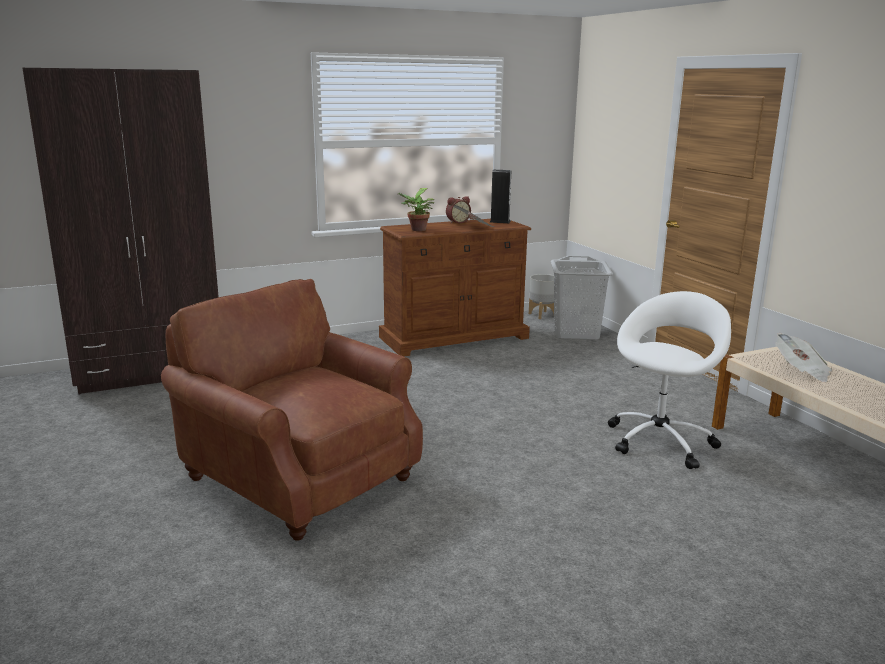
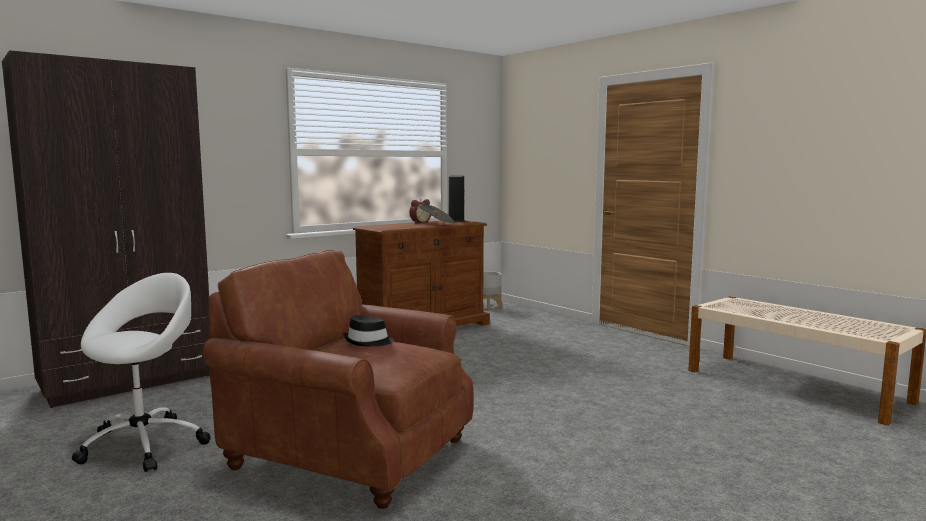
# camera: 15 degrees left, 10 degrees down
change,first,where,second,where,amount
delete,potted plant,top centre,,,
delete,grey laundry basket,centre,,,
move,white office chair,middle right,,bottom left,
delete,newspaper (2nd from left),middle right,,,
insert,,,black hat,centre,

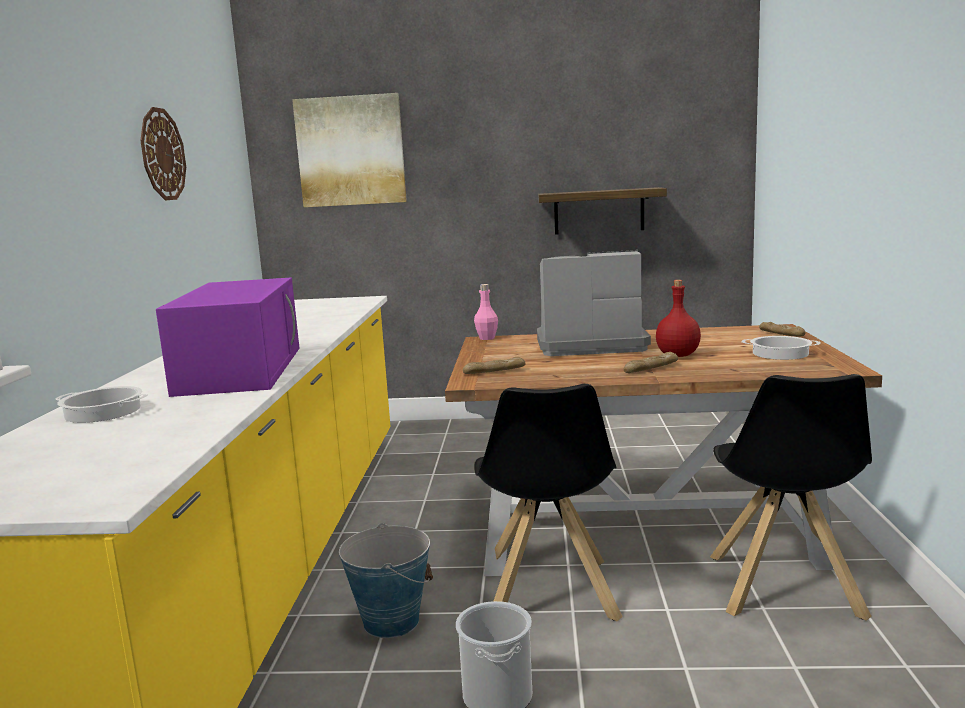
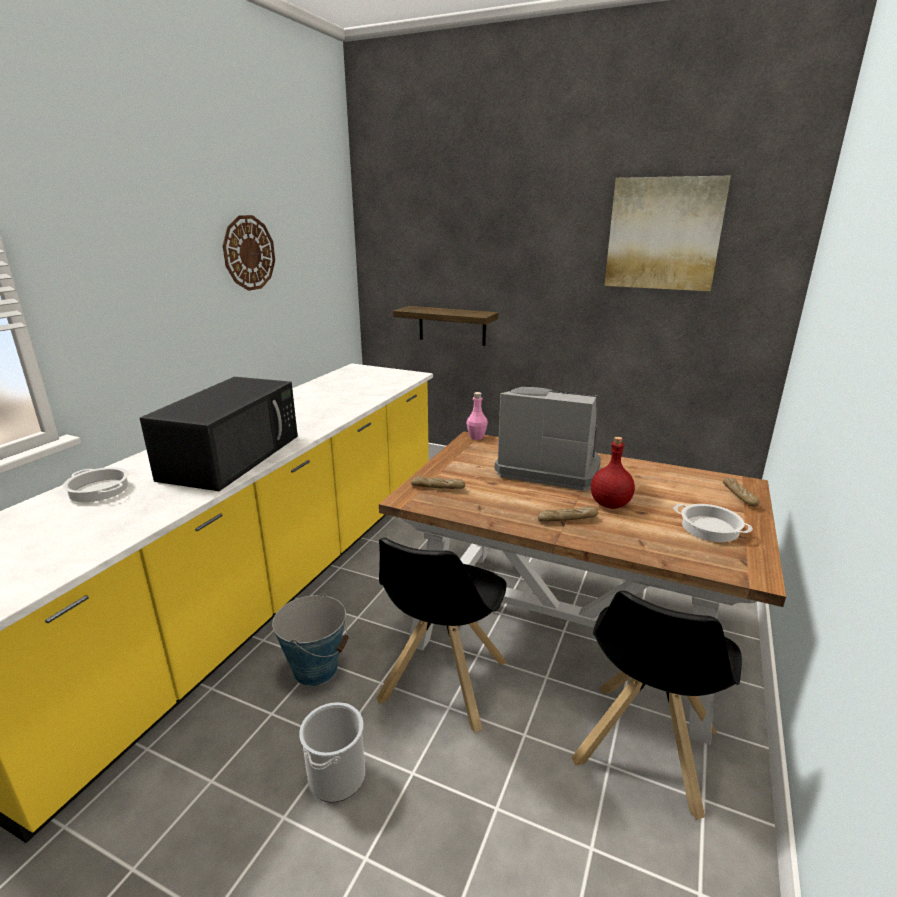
# camera: 20 degrees right, 10 degrees up
change,first,where,second,where,amount
move,picture,top centre,,top right,
move,shelf,top centre,,centre,
recolor,purple microwave,middle left,black microwave,middle left,

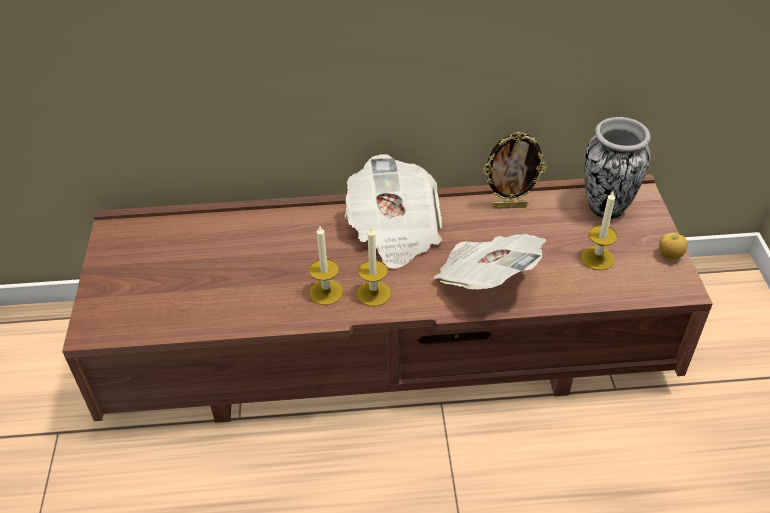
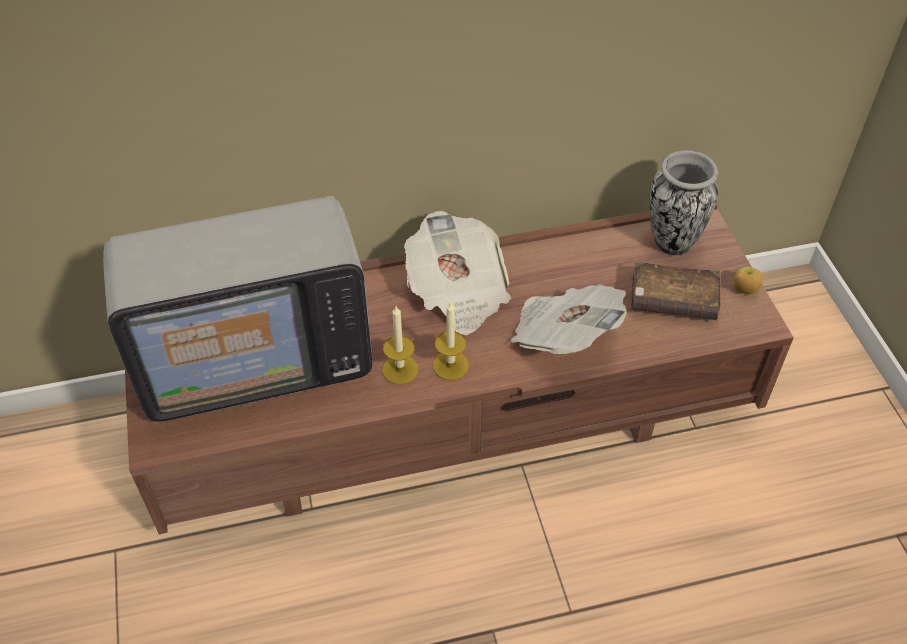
# camera: 10 degrees left, 5 degrees up
change,first,where,second,where,amount
delete,picture frame,top right,,,
replace,candle (3rd from left),middle right,brown book,middle right,
insert,,,television,middle left,

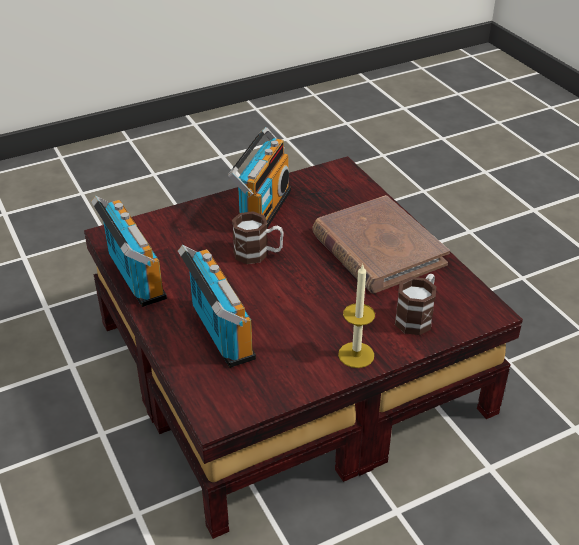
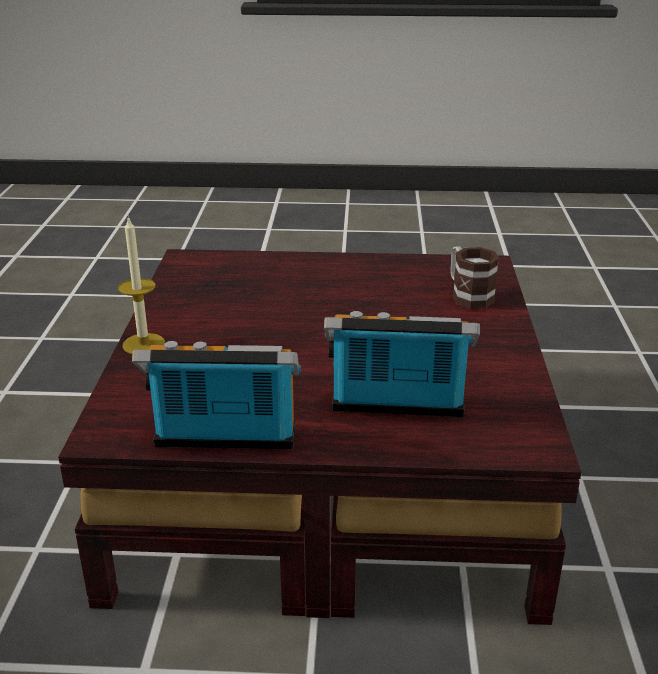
# camera: 60 degrees left, 10 degrees down
change,first,where,second,where,amount
delete,radio (3rd from left),top centre,,,
delete,brown book,centre,,,
delete,mug (1st from left),centre,,,
move,candle,centre,,middle left,

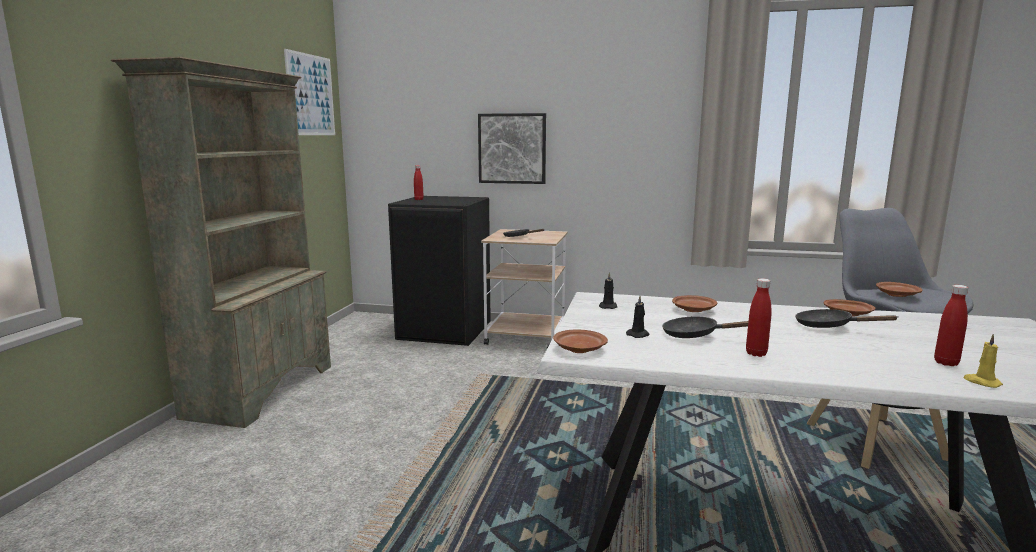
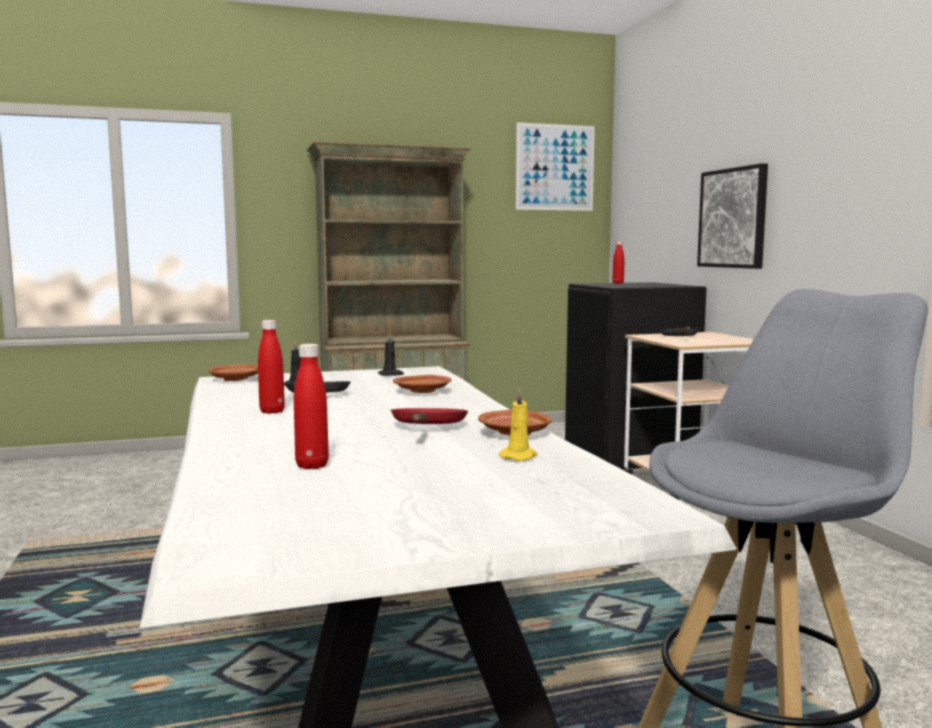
# camera: 60 degrees right, 5 degrees down
change,first,where,second,where,amount
delete,brown plate (4th from left),middle right,,,
recolor,black frying pan (3rd from left),middle right,red frying pan,centre,
move,yellow candle,middle right,,centre,

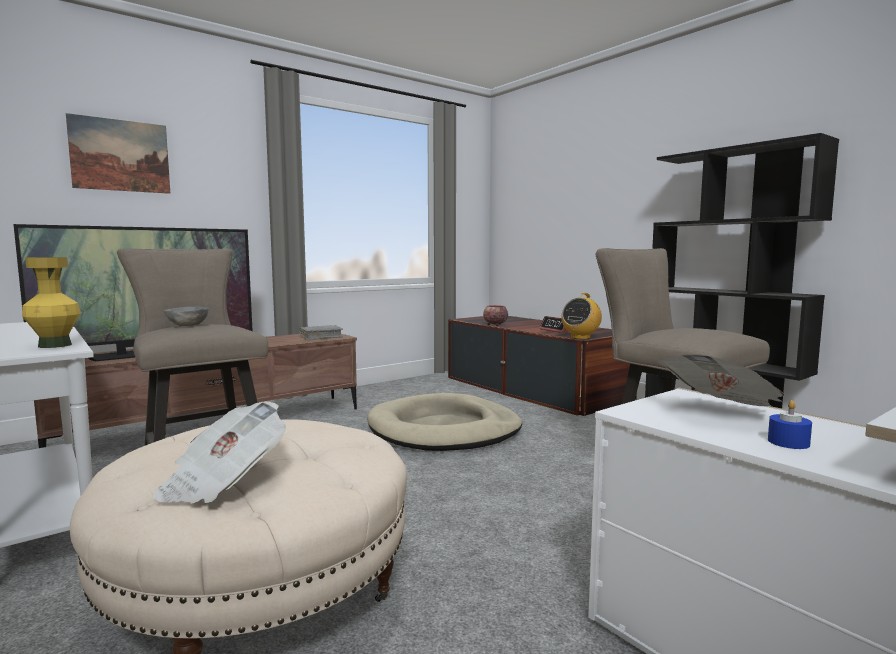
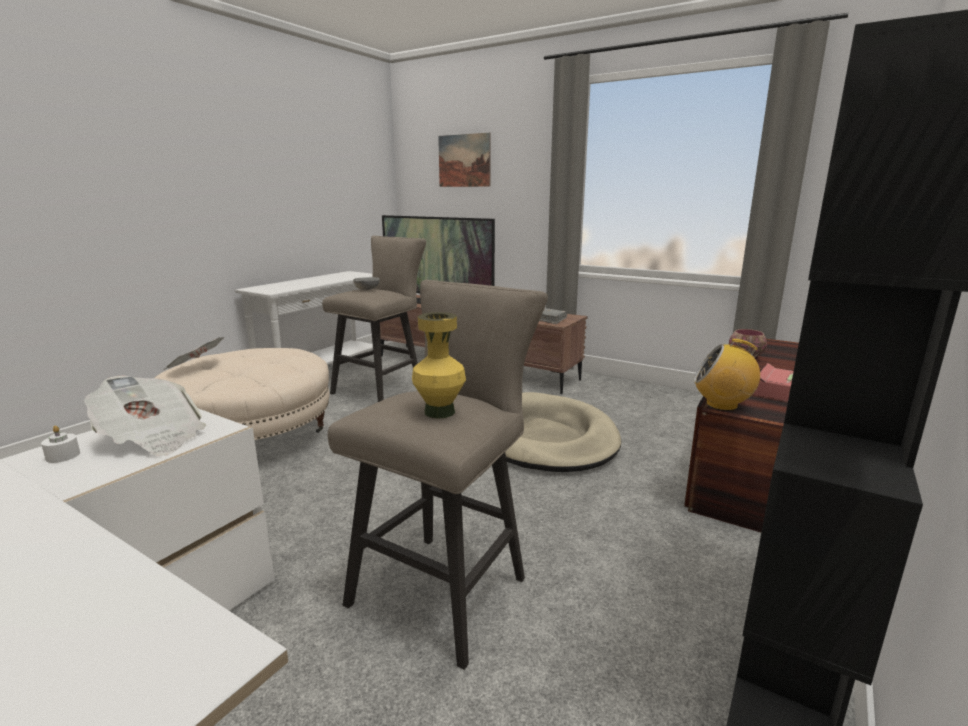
# camera: 70 degrees right, 10 degrees up
change,first,where,second,where,amount
move,yellow vase,middle left,,centre,
recolor,blue candle,middle right,white candle,middle left,

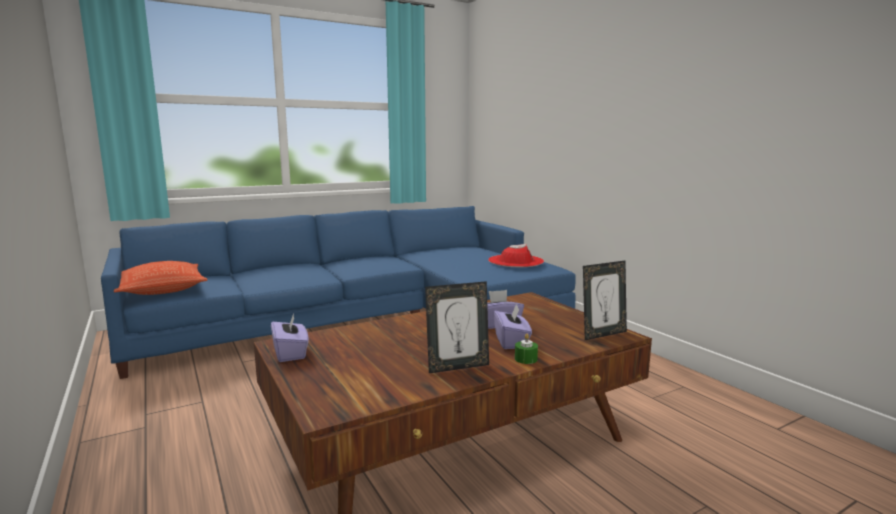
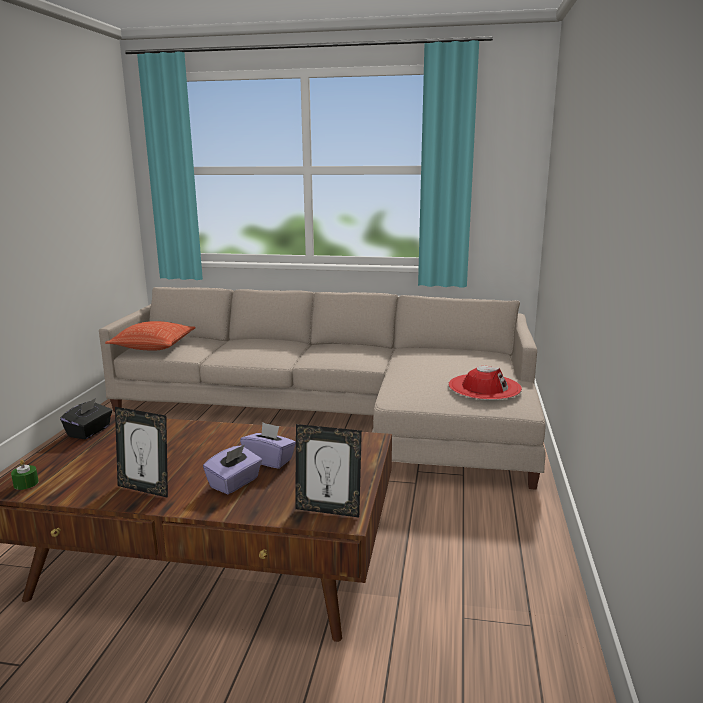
# camera: 40 degrees right, 5 degrees up
change,first,where,second,where,amount
recolor,blue sofa,centre,beige sofa,centre,
recolor,purple tissue box (1st from left),middle left,black tissue box,middle left,
move,green candle,bottom centre,,bottom left,

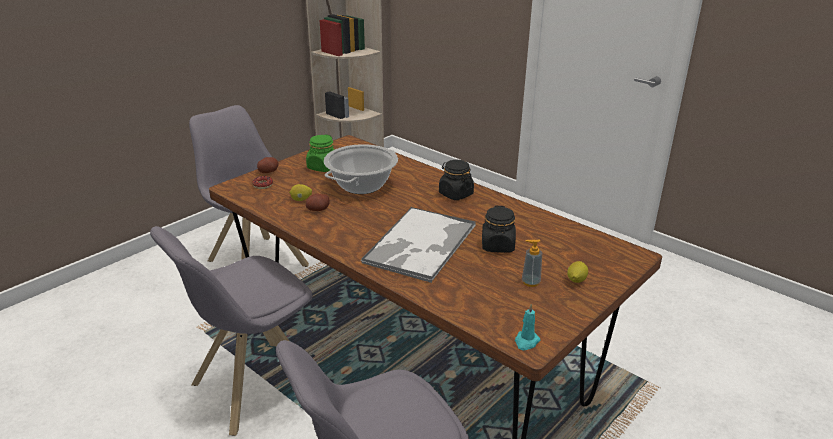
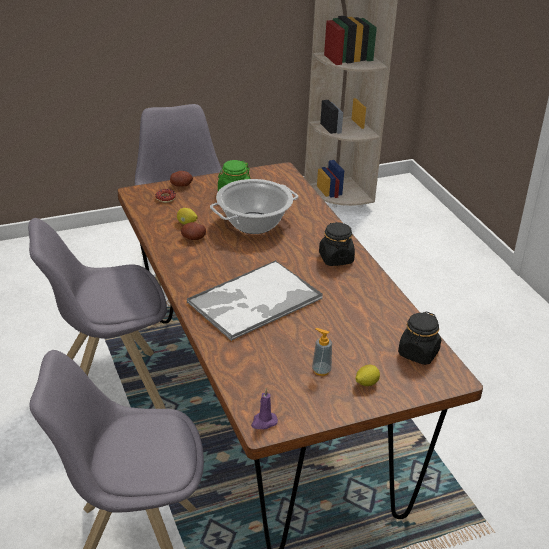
# camera: 25 degrees right, 5 degrees up
change,first,where,second,where,amount
move,black jar (2nd from left),centre,,middle right,
recolor,turquoise candle,bottom centre,purple candle,bottom centre,

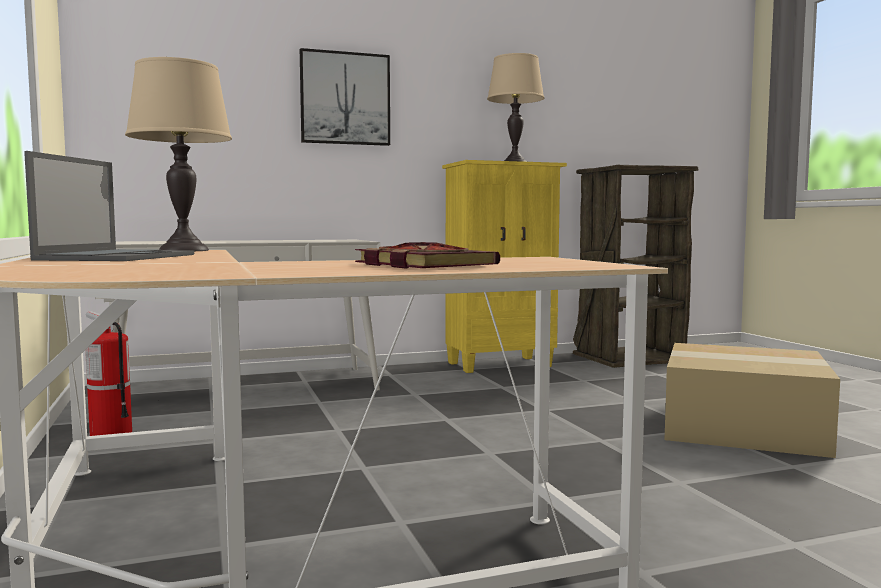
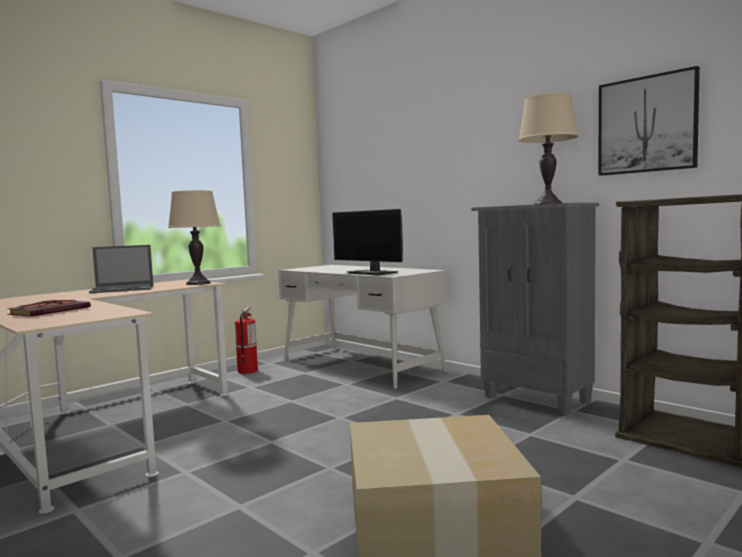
# camera: 65 degrees right, 0 degrees up
change,first,where,second,where,amount
move,picture,top centre,,top right,
recolor,yellow cabinet,centre,grey cabinet,middle right,
insert,,,monitor,centre,

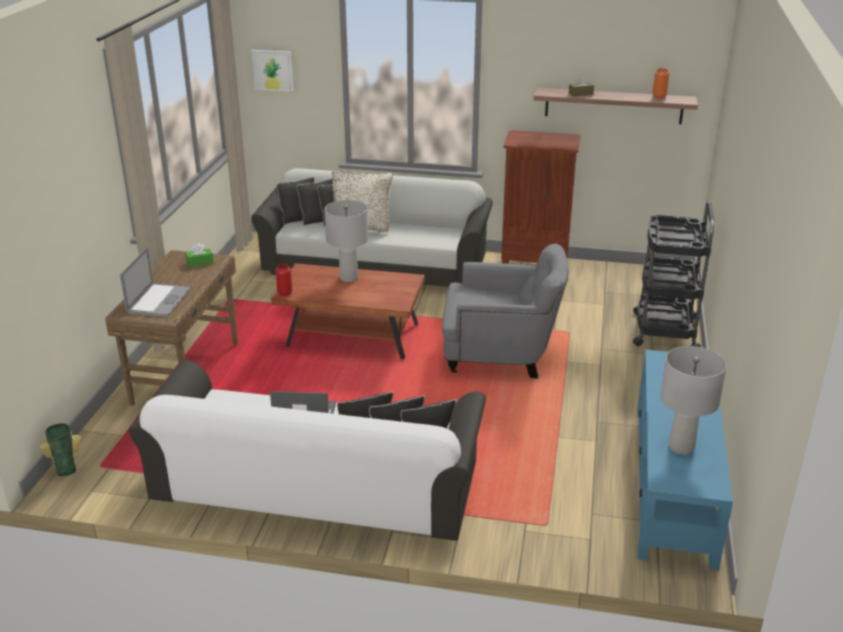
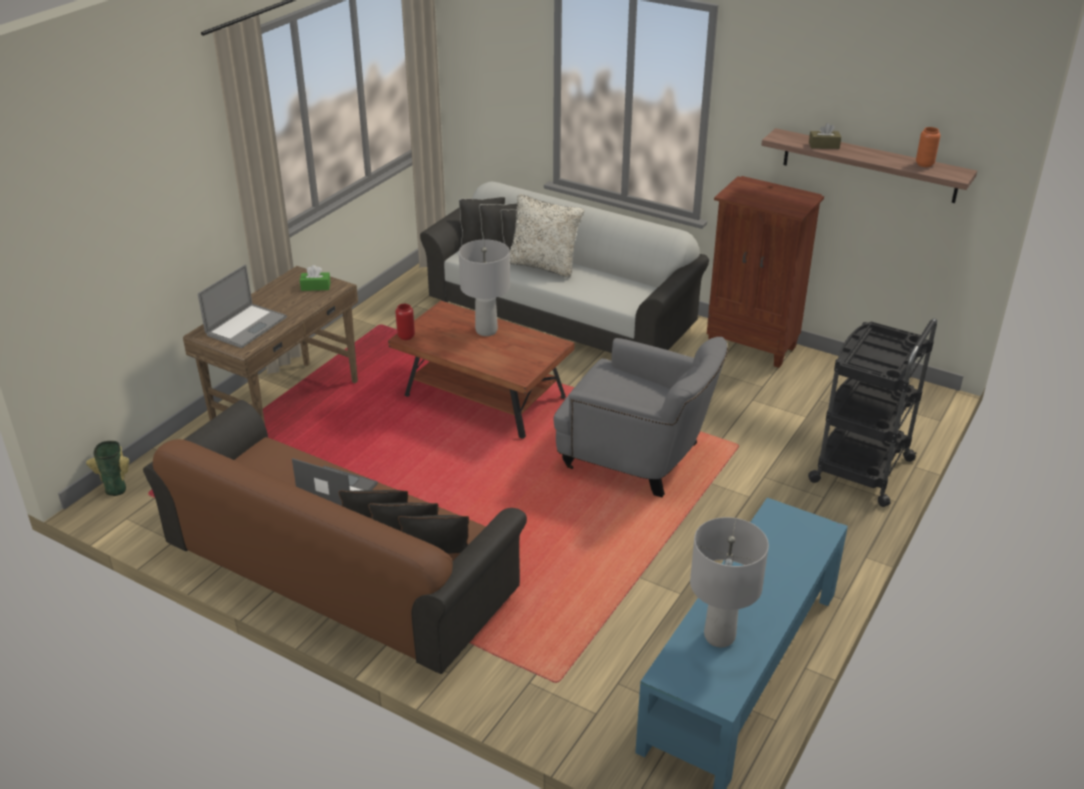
# camera: 20 degrees right, 5 degrees up
change,first,where,second,where,amount
delete,picture,top left,,,
recolor,white sofa (1st from left),bottom centre,brown sofa,bottom left,

